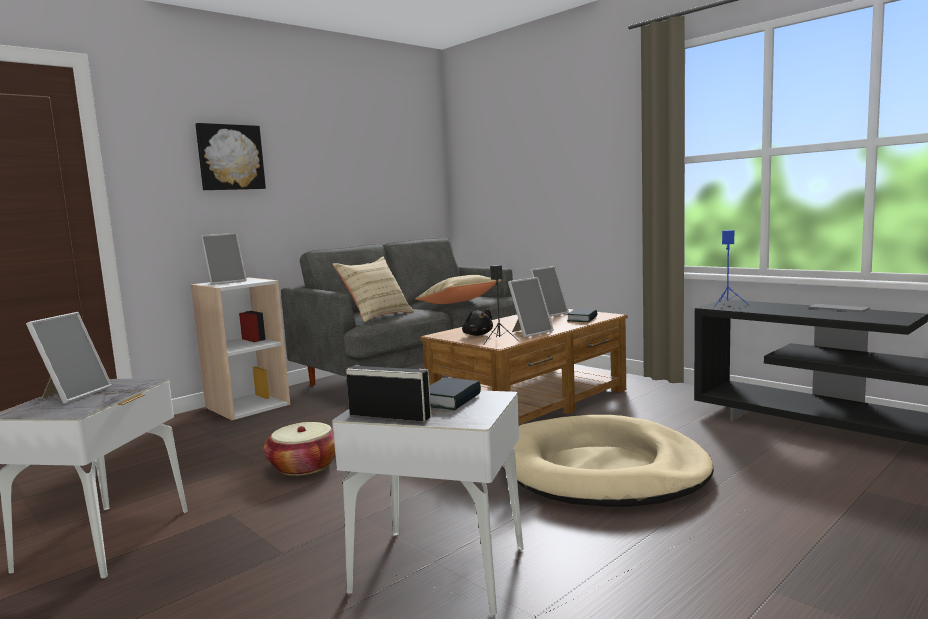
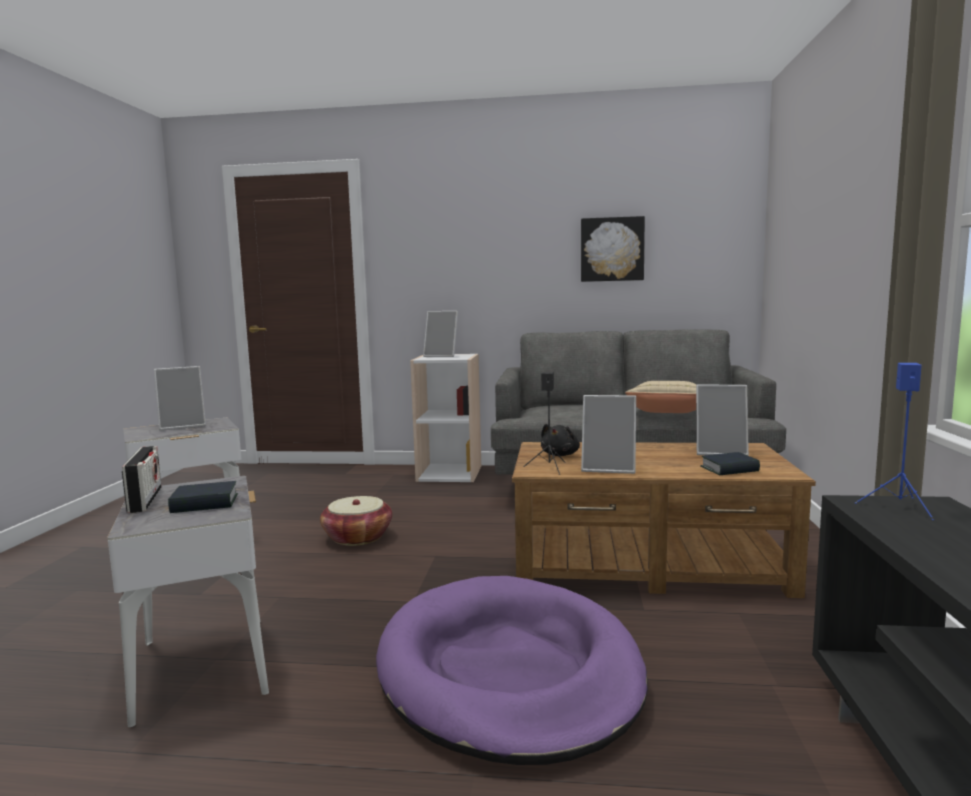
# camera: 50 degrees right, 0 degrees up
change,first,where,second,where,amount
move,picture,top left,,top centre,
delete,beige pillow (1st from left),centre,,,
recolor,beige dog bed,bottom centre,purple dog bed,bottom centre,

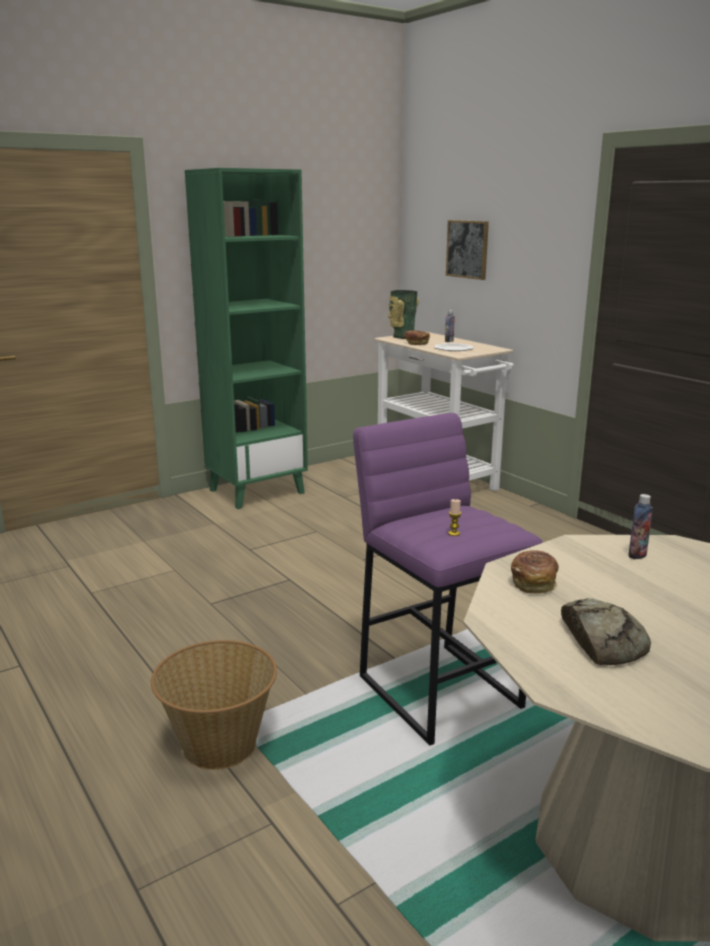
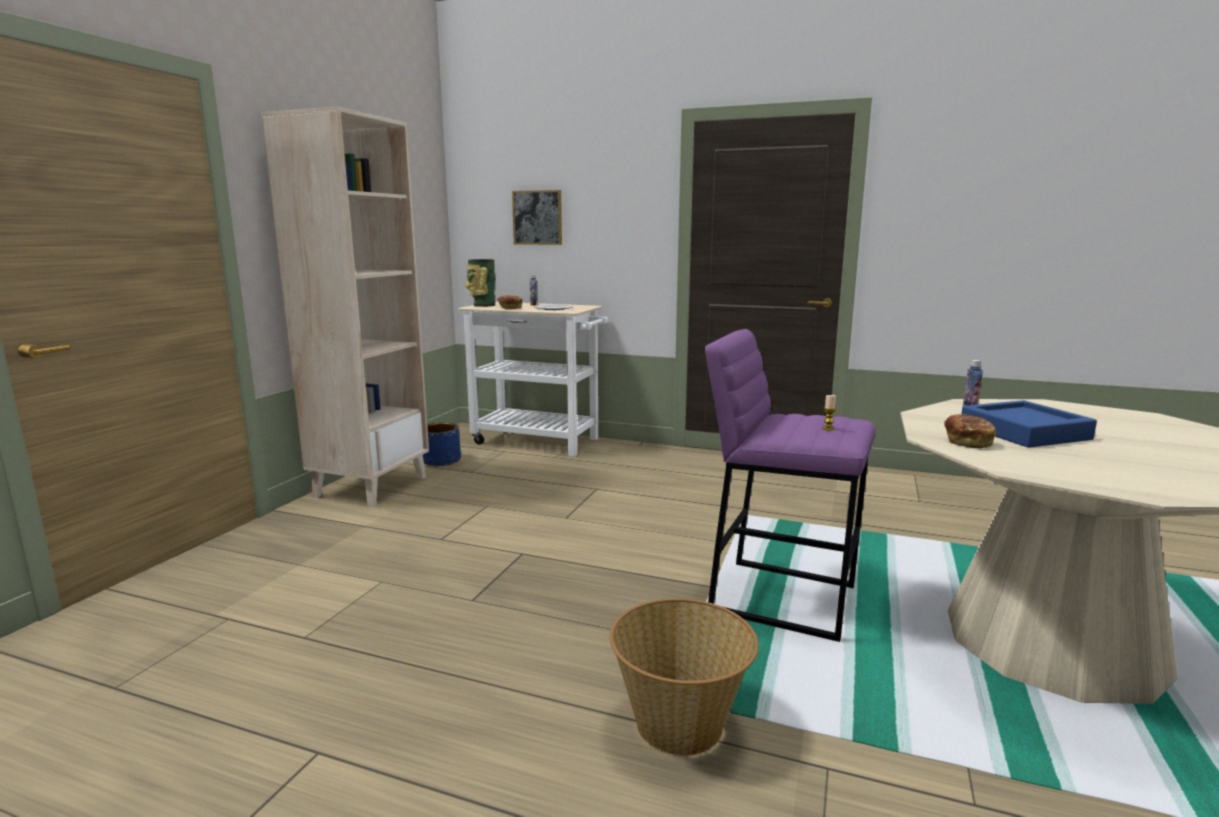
# camera: 35 degrees left, 5 degrees down
change,first,where,second,where,amount
recolor,green bookcase,centre,beige bookcase,middle left,
delete,bread (3rd from left),bottom right,,,
insert,,,blue tray,middle right,
insert,,,blue planter,centre,

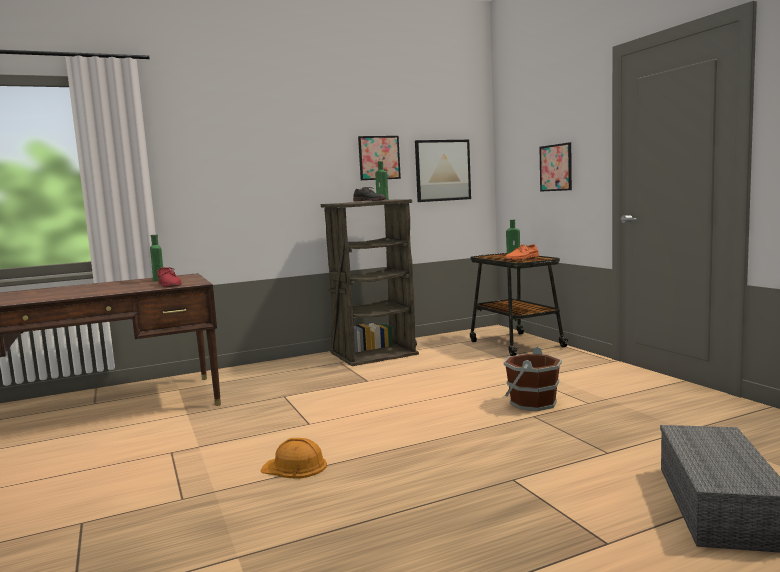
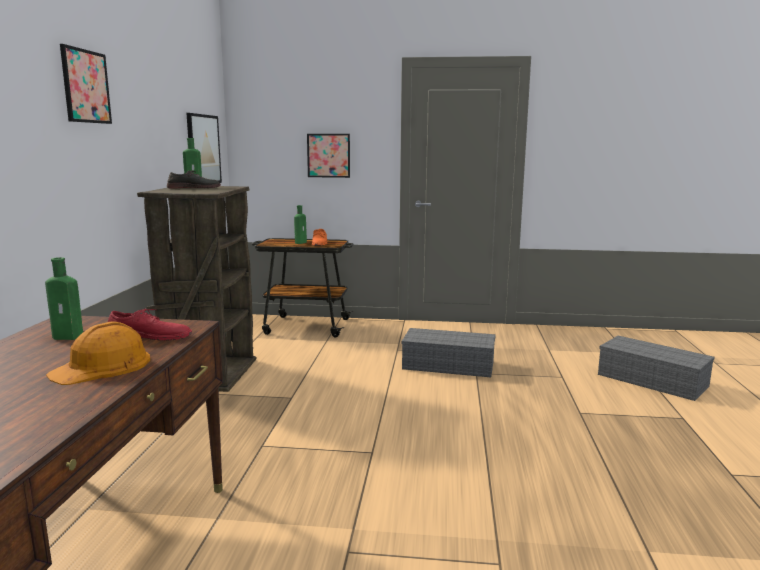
# camera: 60 degrees left, 5 degrees up
change,first,where,second,where,amount
move,picture (1st from left),top centre,,top left,
replace,brown bucket,middle right,grey storage box (1st from left),centre,
move,orange hard hat,bottom centre,,middle left,

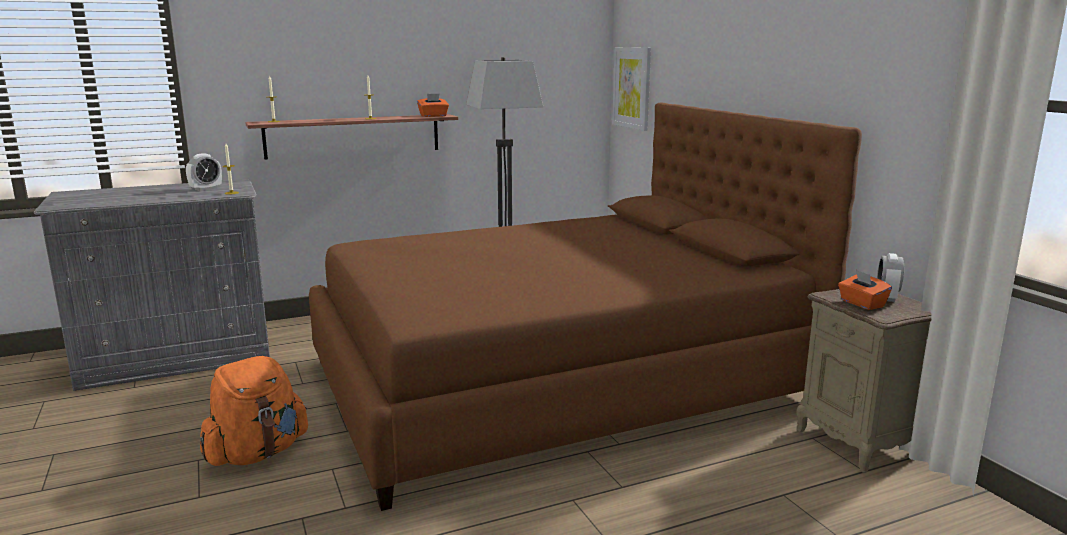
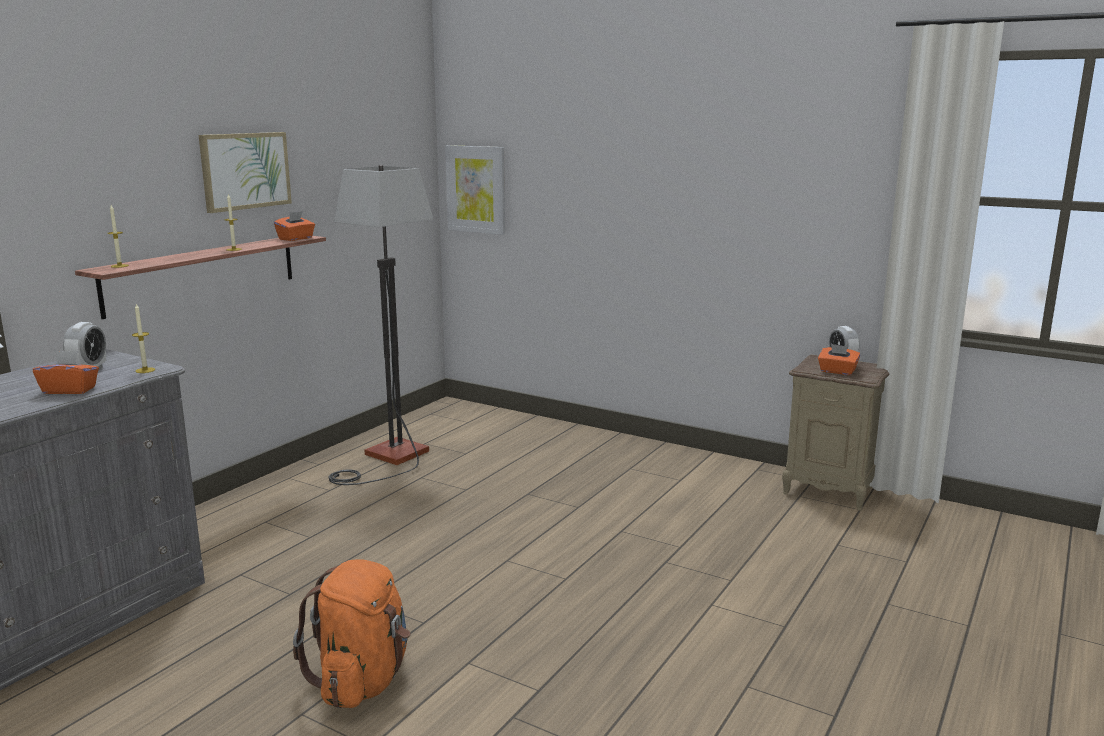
# camera: 35 degrees left, 0 degrees up
change,first,where,second,where,amount
delete,brown bed,centre,,,
insert,,,picture (1st from left),top left,
insert,,,orange tissue box (1st from left),middle left,

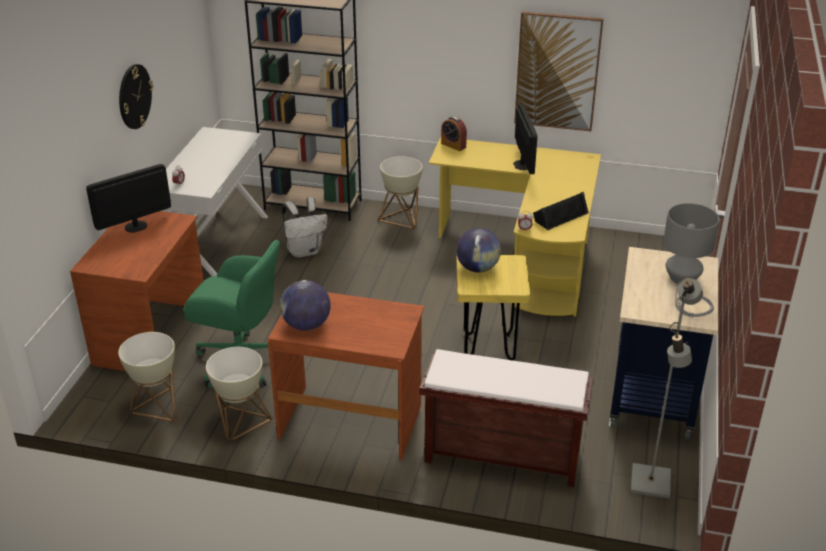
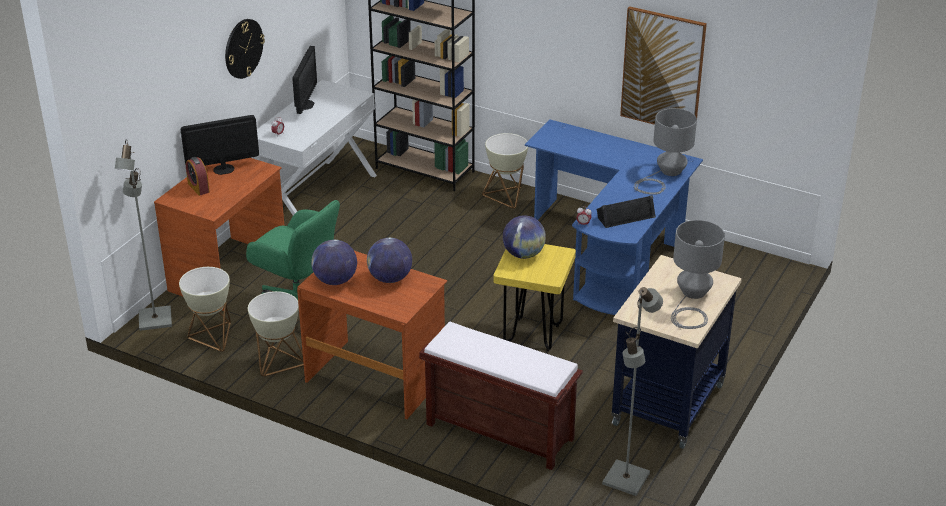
# camera: 15 degrees right, 0 degrees up
change,first,where,second,where,amount
move,monitor (2nd from left),top centre,,top left,
move,alarm clock (2nd from left in the first image),top centre,alarm clock (1st from left),middle left,
recolor,yellow desk,centre,blue desk,centre,
delete,white backpack,centre,,,
insert,,,grey table lamp (1st from left),top right,
insert,,,grey floor lamp (1st from left),middle left,
insert,,,globe (2nd from left),centre,

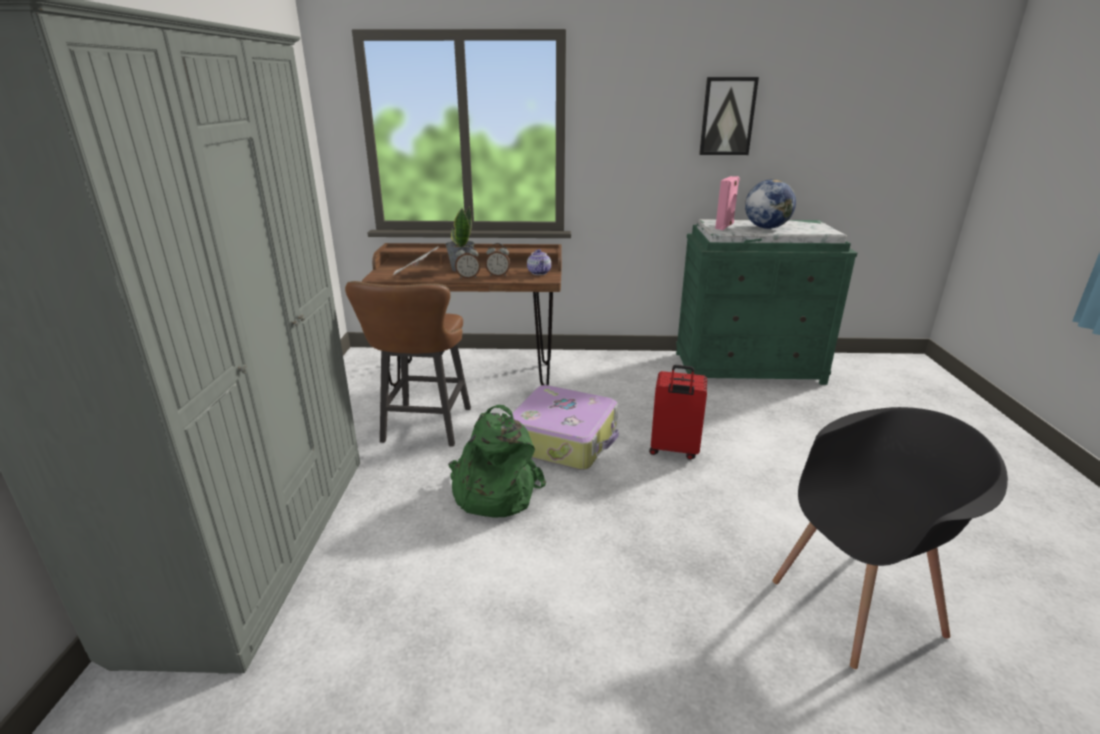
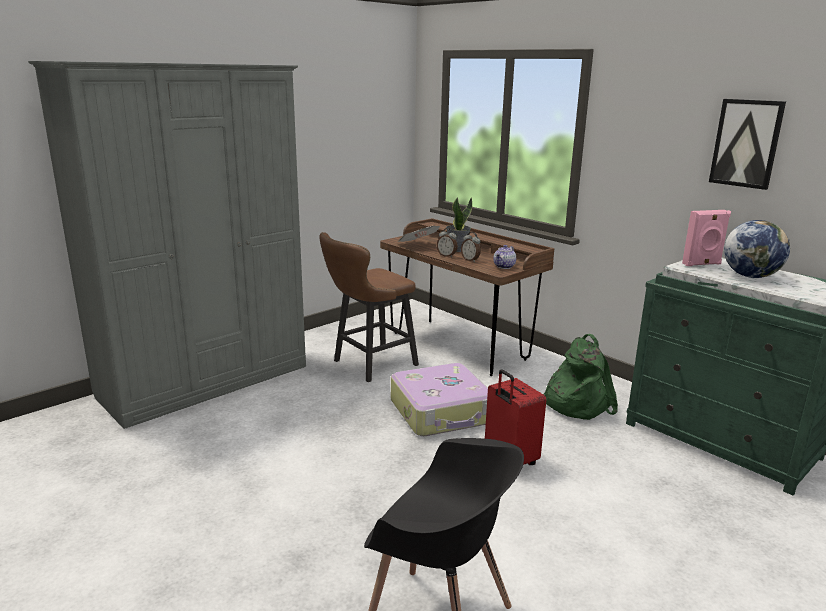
# camera: 45 degrees right, 5 degrees down
change,first,where,second,where,amount
move,green backpack,centre,,middle right,

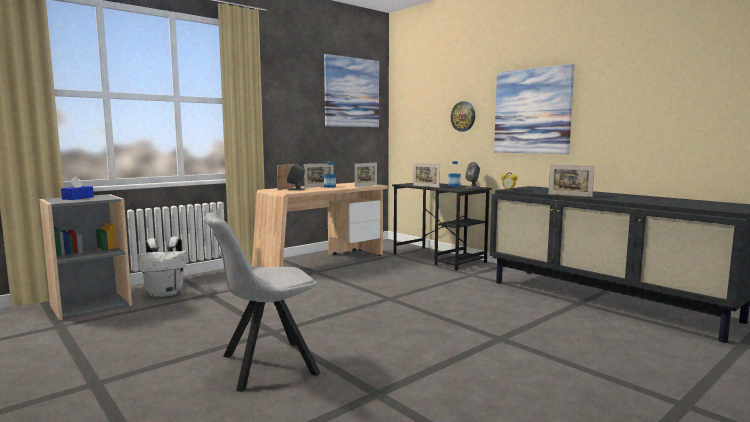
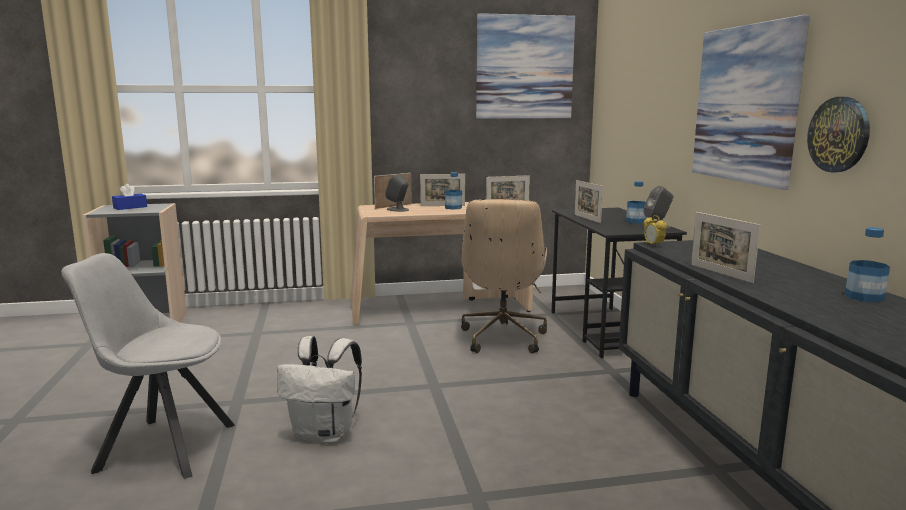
# camera: 30 degrees right, 5 degrees up
change,first,where,second,where,amount
move,wall clock,top centre,,top right,
move,white backpack,middle left,,bottom centre,
insert,,,black office chair,centre,
insert,,,bottle (3rd from left),middle right,

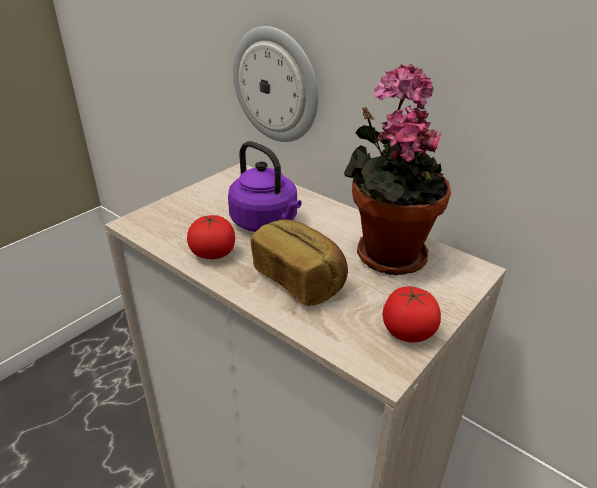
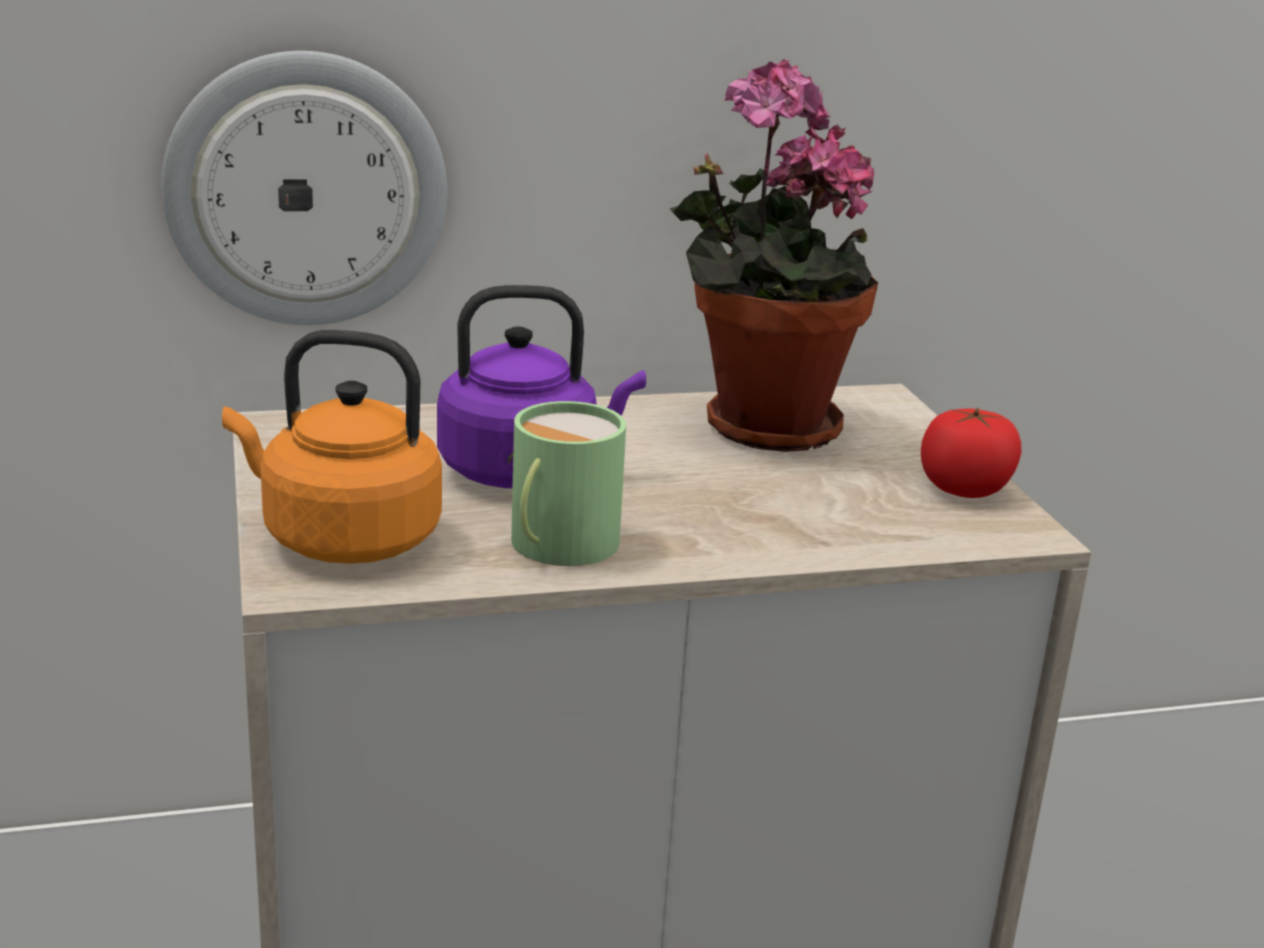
# camera: 55 degrees left, 10 degrees down
change,first,where,second,where,amount
replace,tomato (1st from left),centre,green mug,centre,
delete,bread,centre,,,
insert,,,orange kettle,middle left,

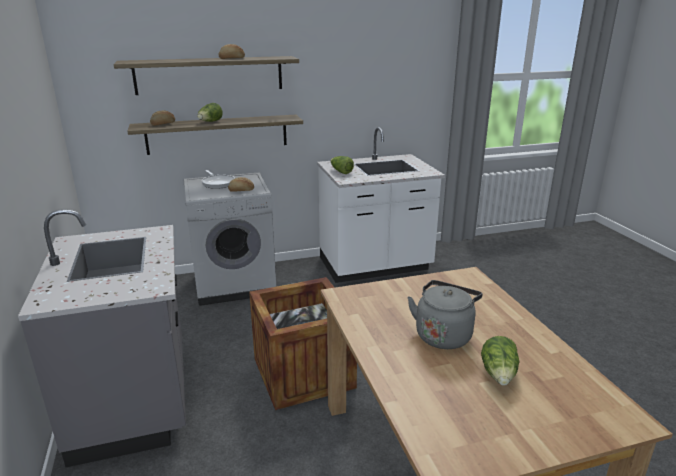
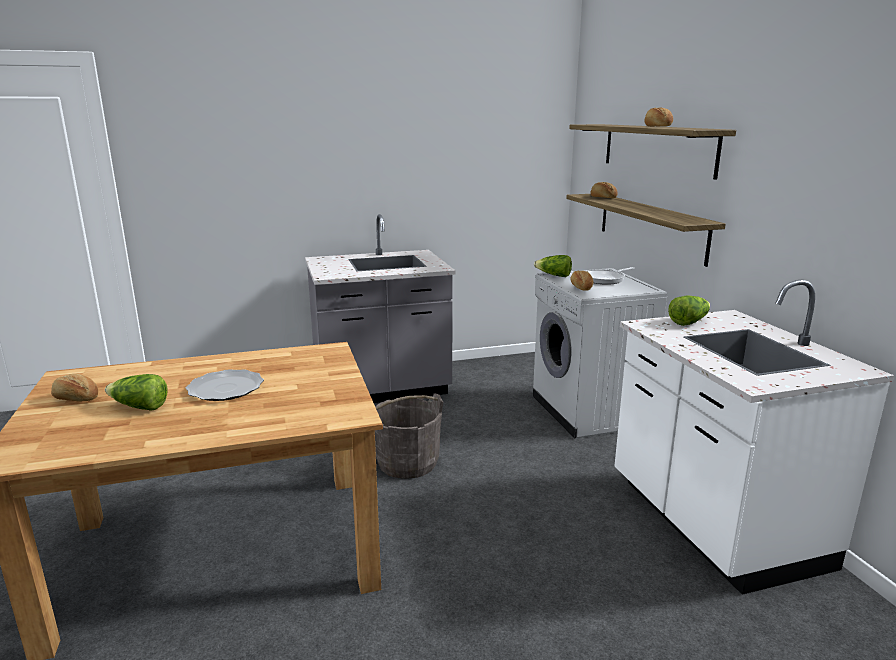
# camera: 90 degrees right, 5 degrees down
change,first,where,second,where,amount
move,lettuce (1st from left in the first image),top left,lettuce (2nd from left),centre,
replace,crate,bottom centre,grey bucket,centre,
replace,grey kettle,centre,plate,middle left,
insert,,,bread (1st from left),middle left,

